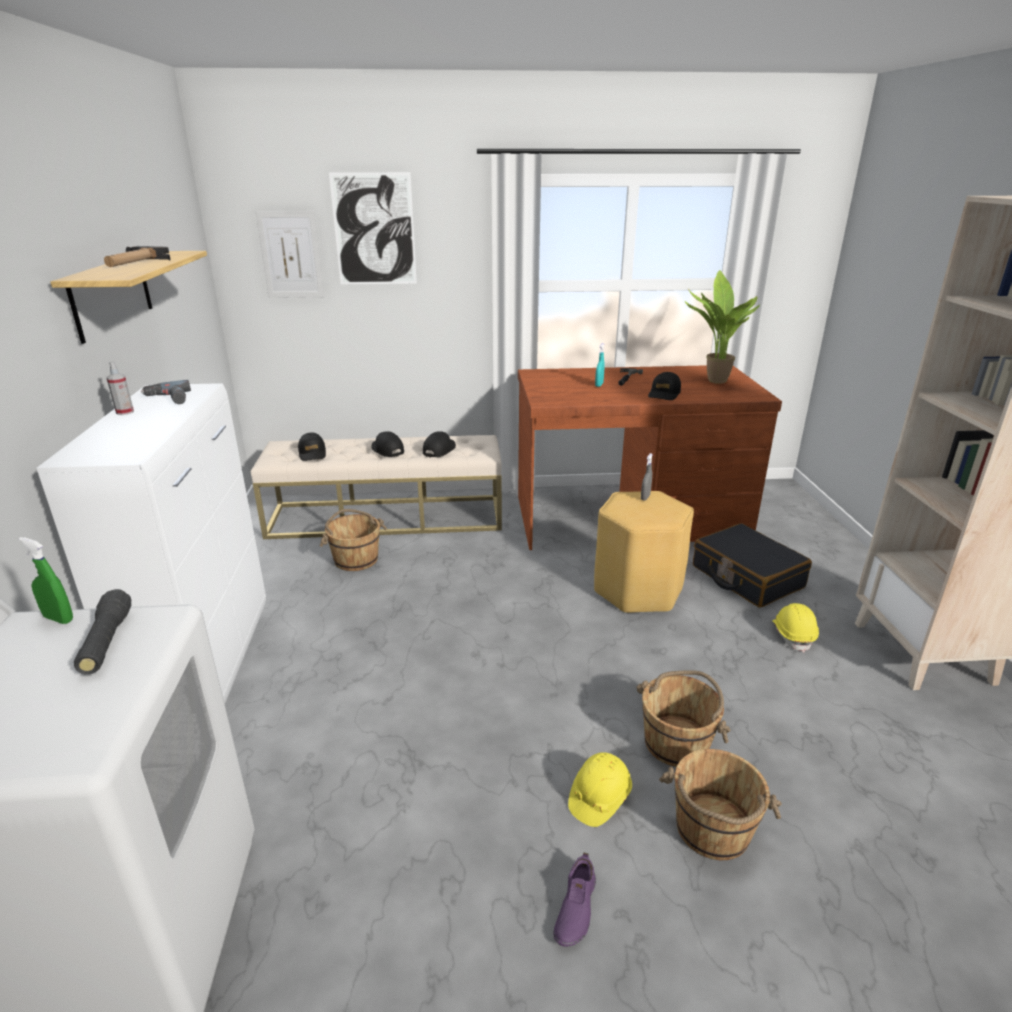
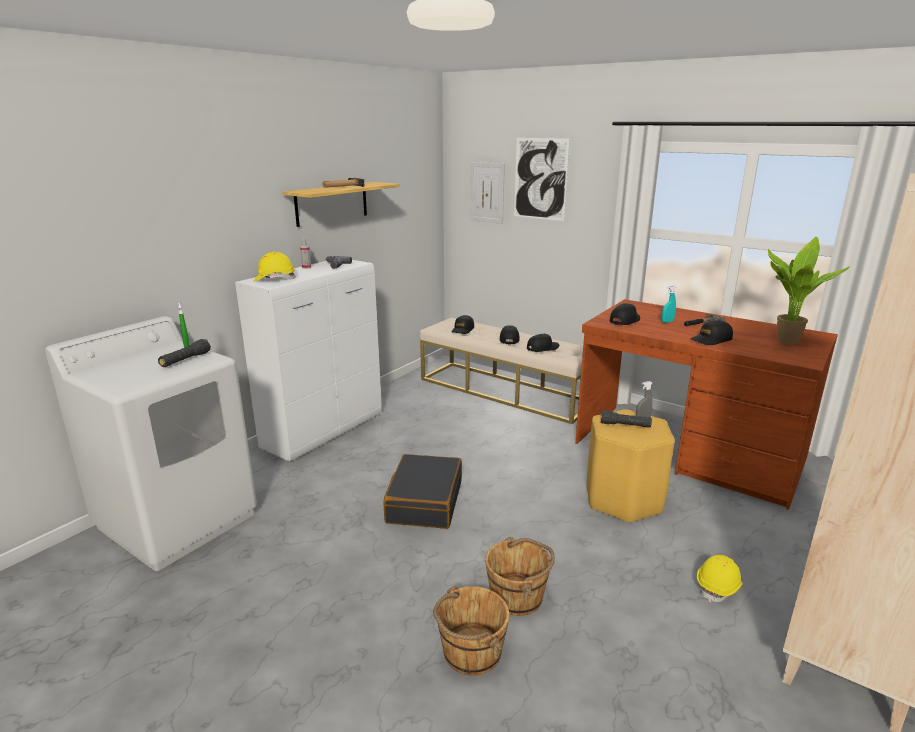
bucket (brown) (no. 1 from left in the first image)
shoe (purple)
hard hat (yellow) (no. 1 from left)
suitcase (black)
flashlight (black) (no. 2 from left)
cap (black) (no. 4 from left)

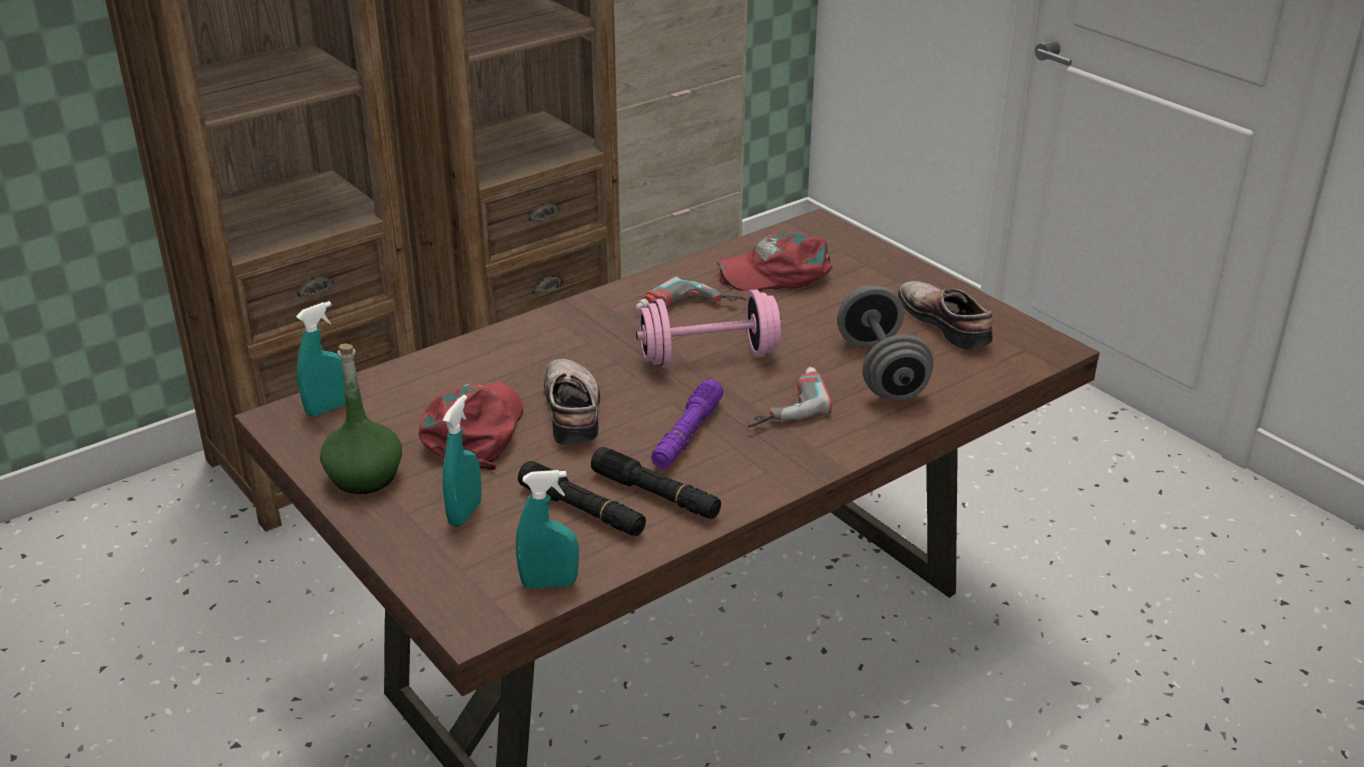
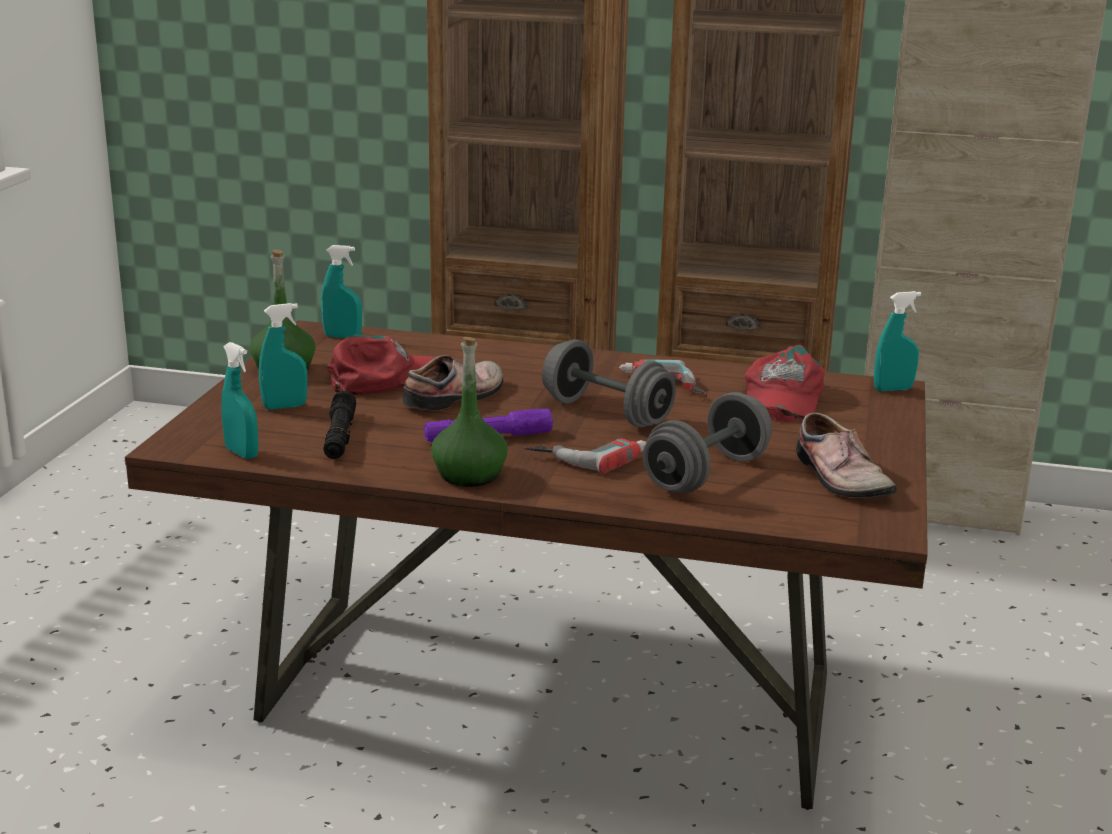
flashlight (black) (no. 2 from left in the first image)
dumbbell (grey) (no. 1 from left)
cap (red) (no. 2 from left)
shoe (no. 2 from left)
bottle (green) (no. 2 from left)
spray bottle (turquoise) (no. 4 from left)

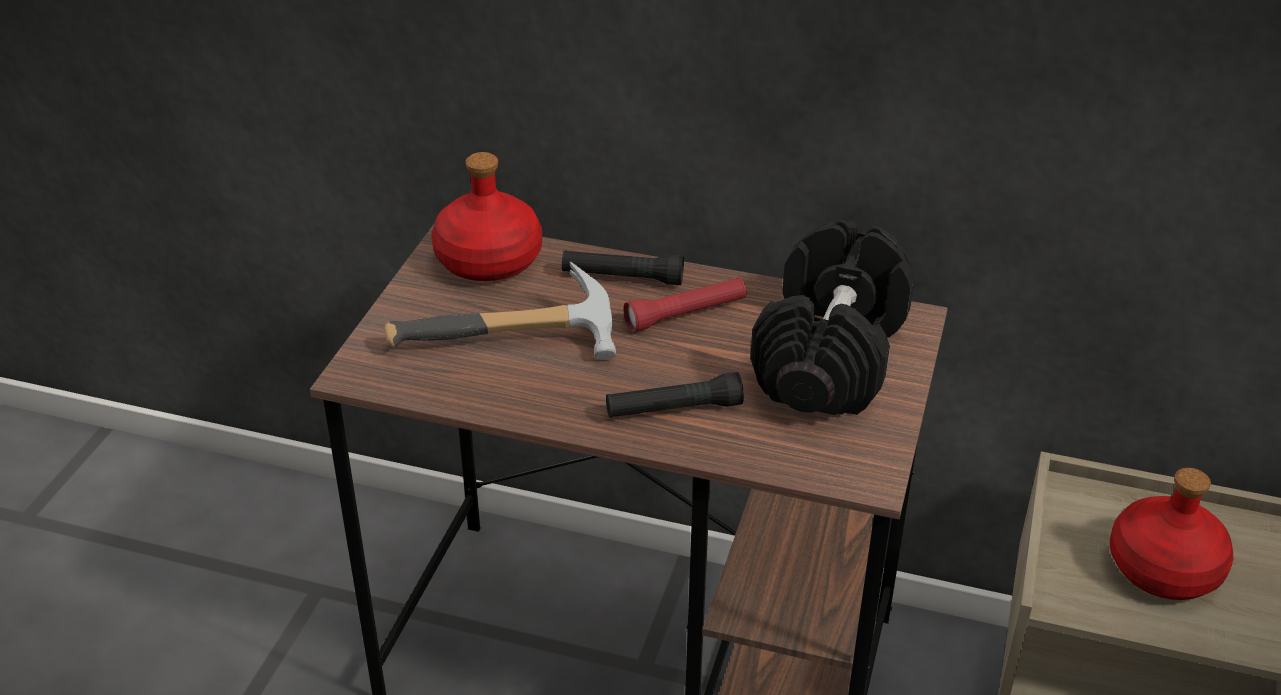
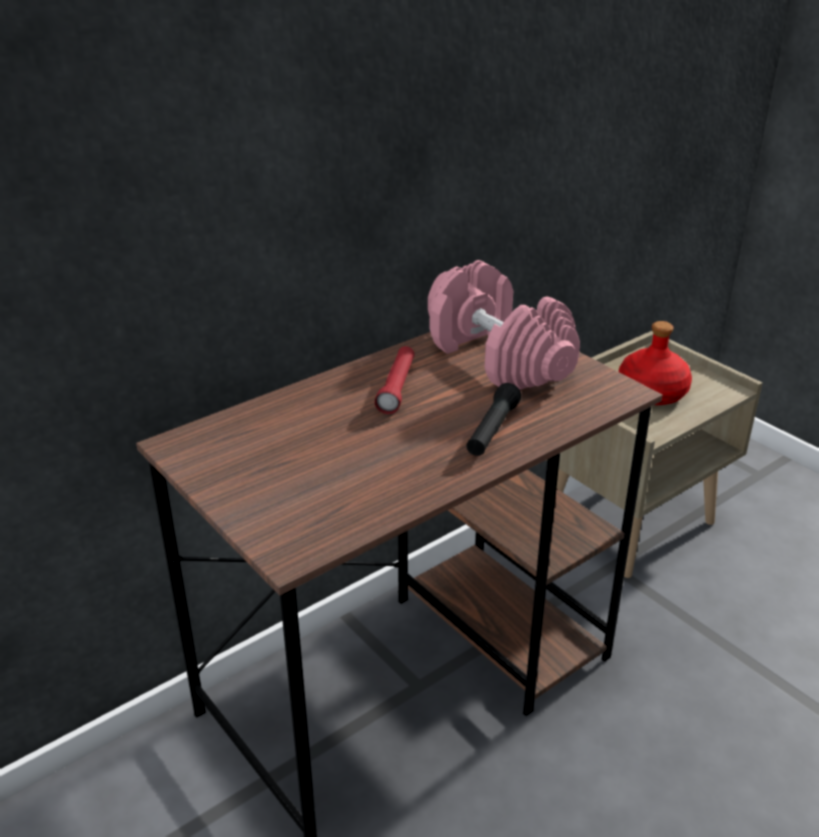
hammer
bottle (red) (no. 1 from left in the first image)
flashlight (black) (no. 1 from left in the first image)
dumbbell (pink)

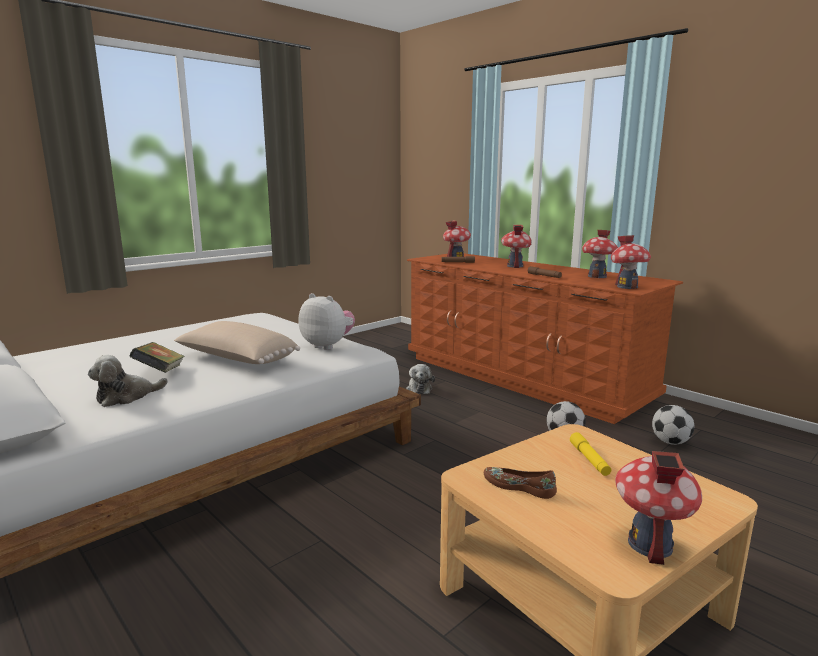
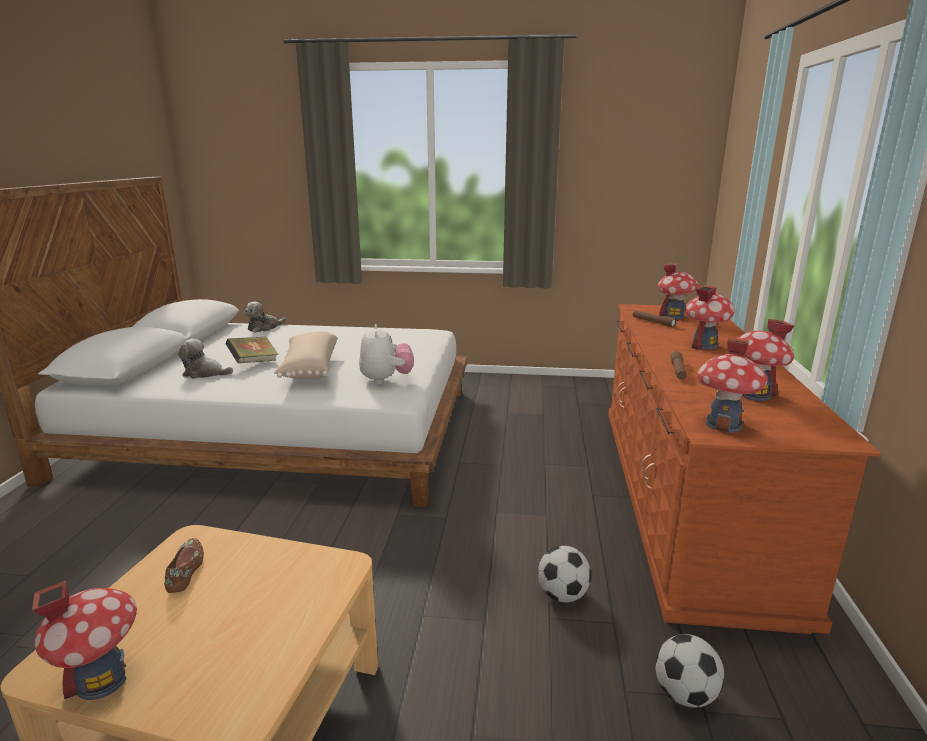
plush toy (no. 2 from left)
flashlight (yellow)

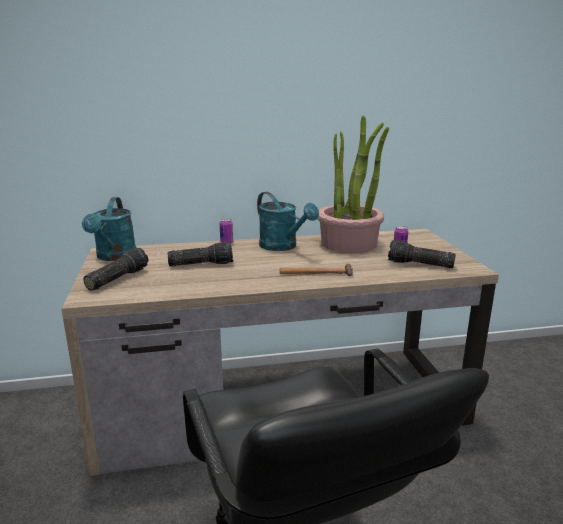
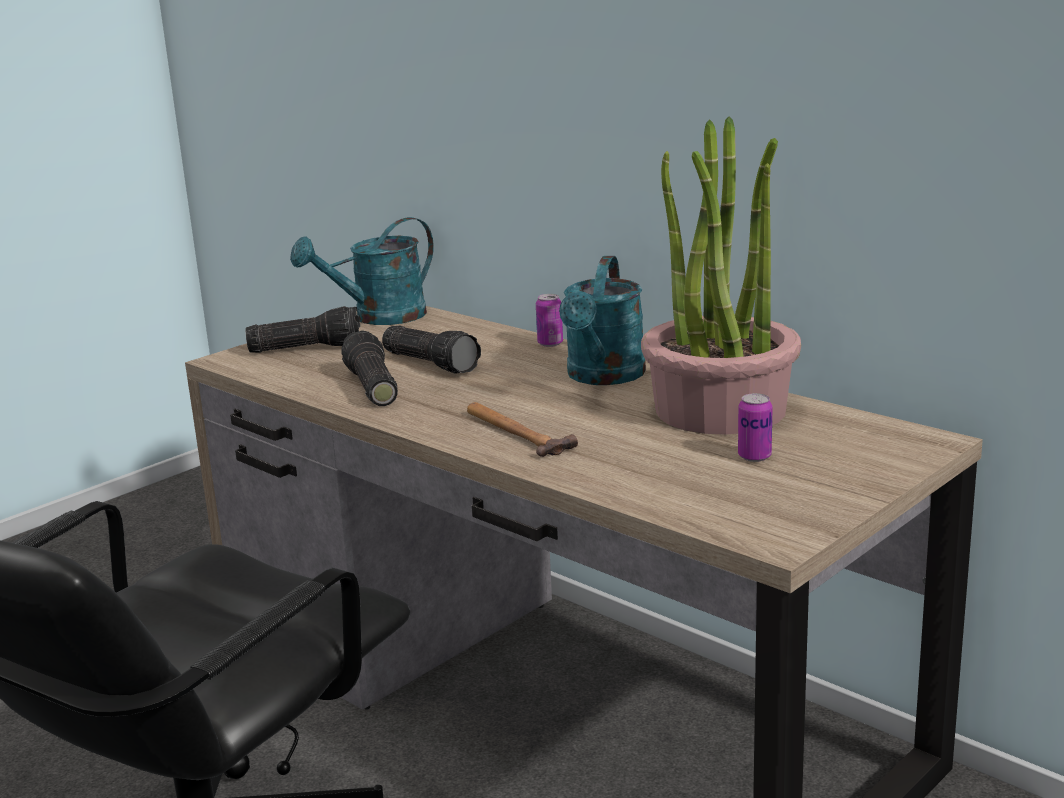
flashlight (no. 2 from left)

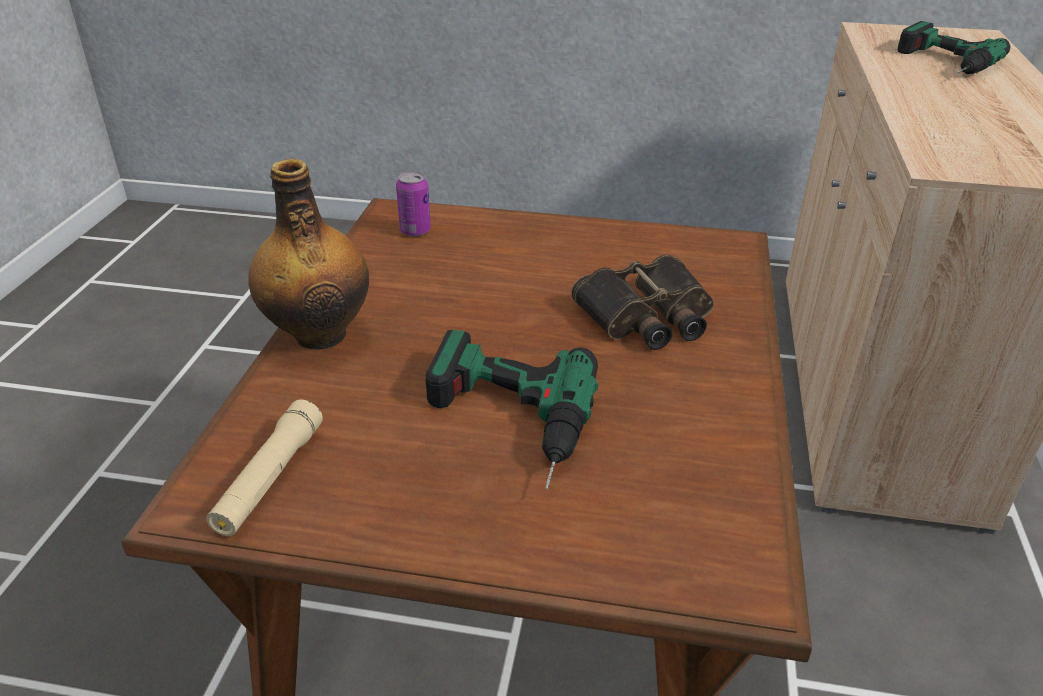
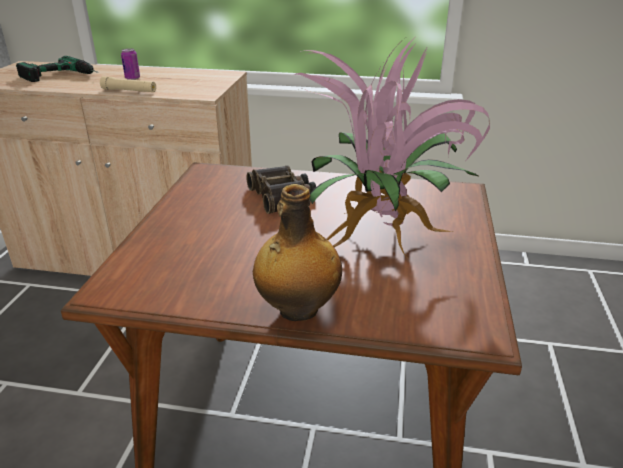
flashlight (beige)
can
potted plant

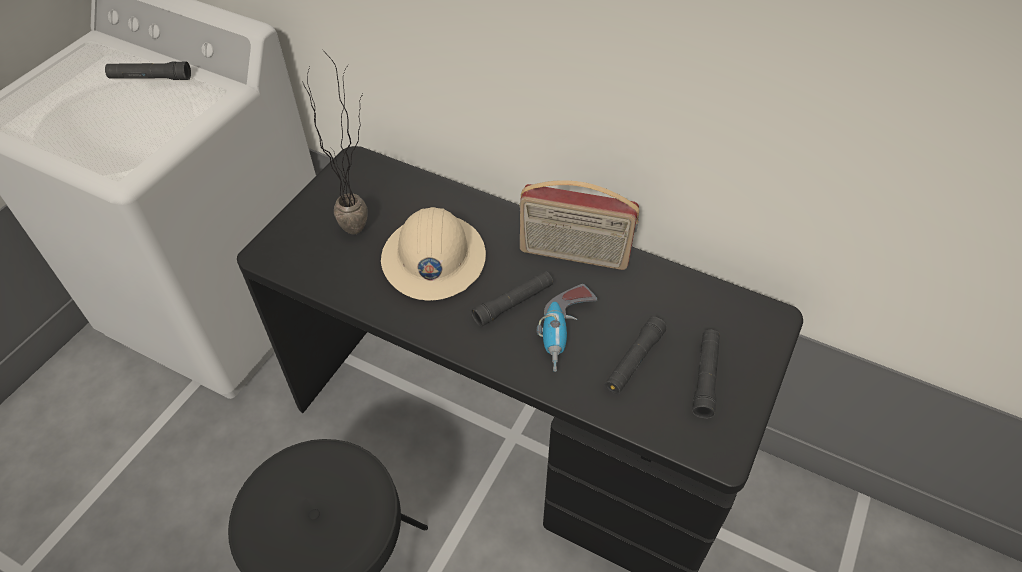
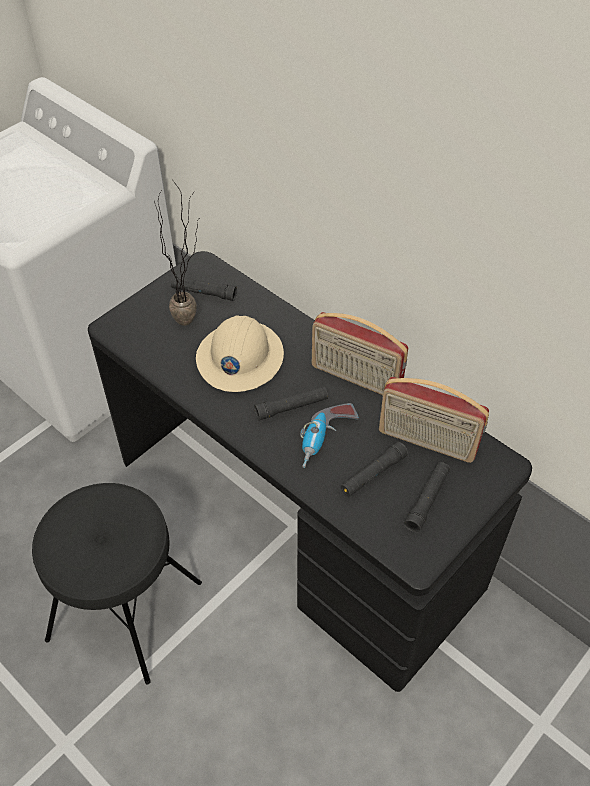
flashlight (black) (no. 1 from left)
radio (no. 2 from left)

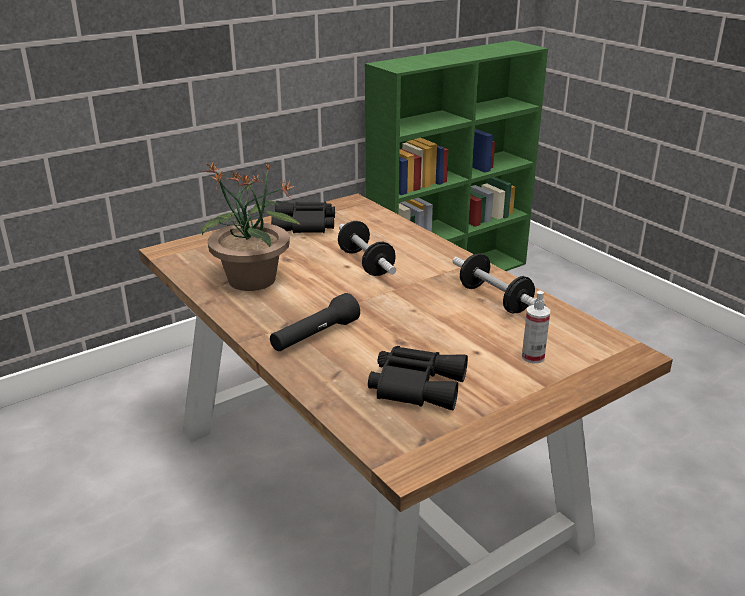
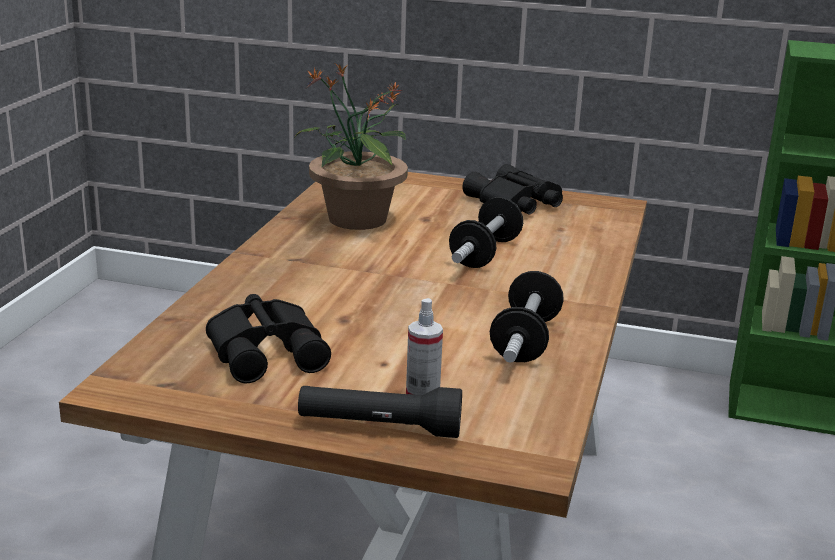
flashlight (black)

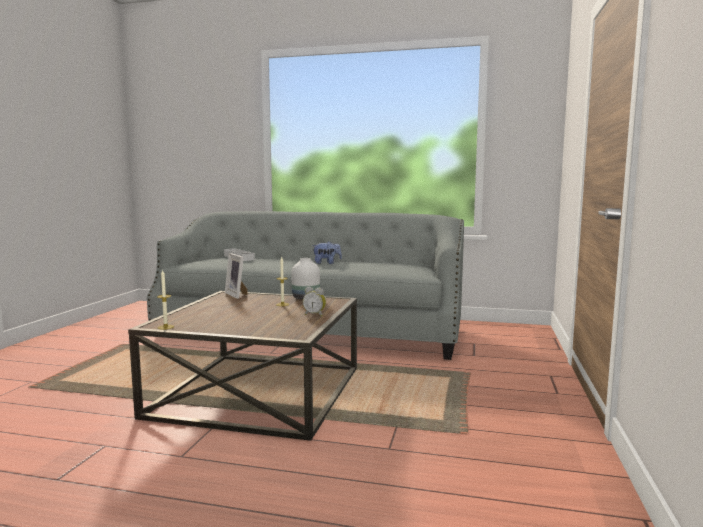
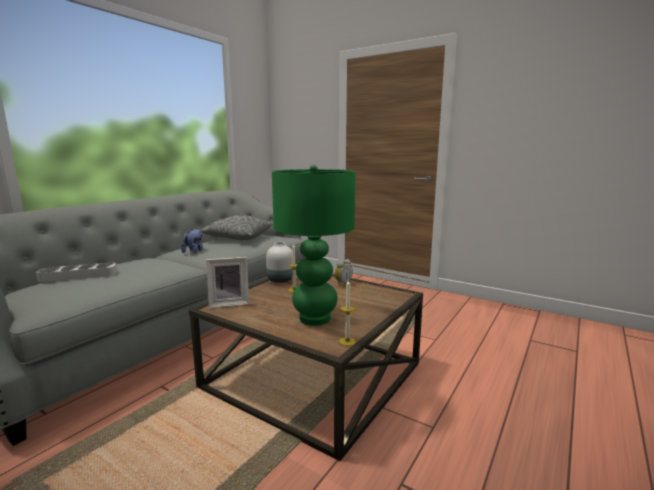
pillow (grey)
table lamp (green)

